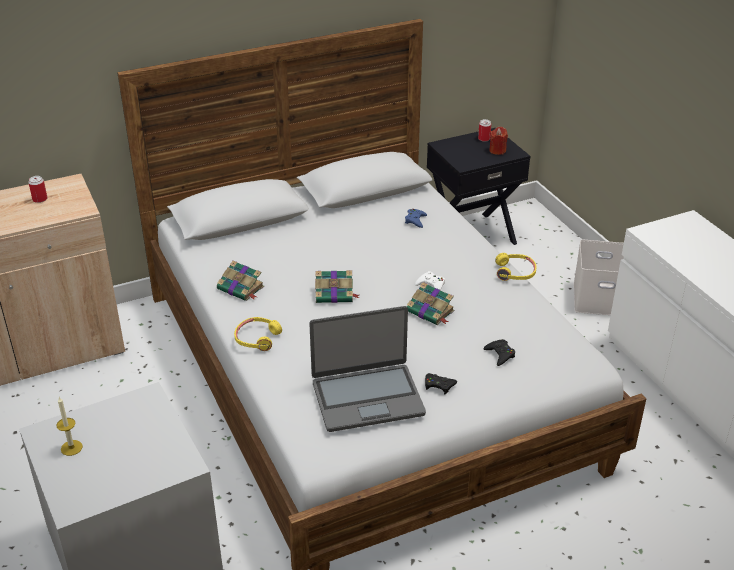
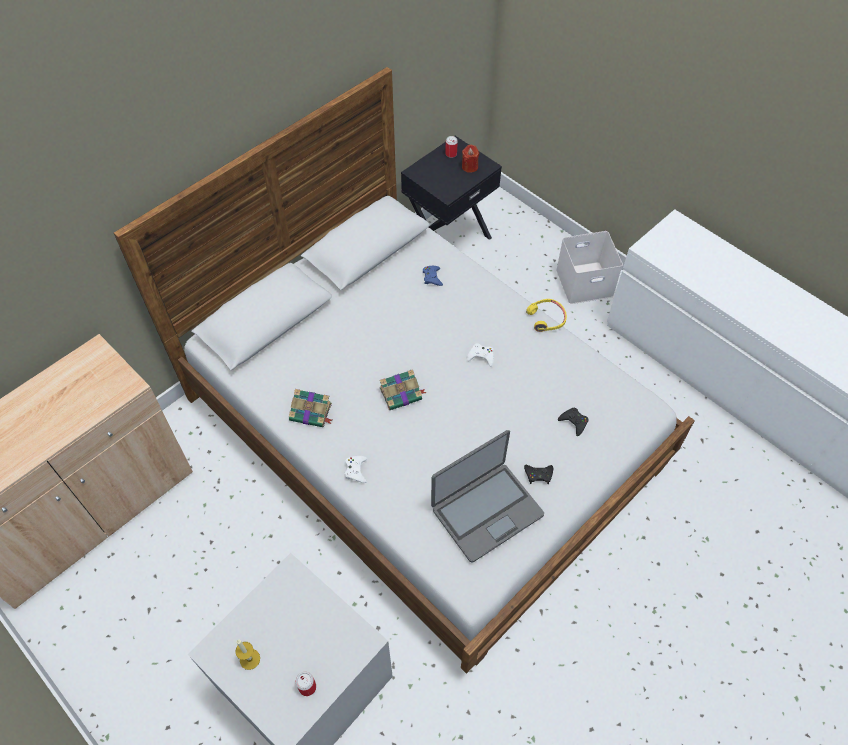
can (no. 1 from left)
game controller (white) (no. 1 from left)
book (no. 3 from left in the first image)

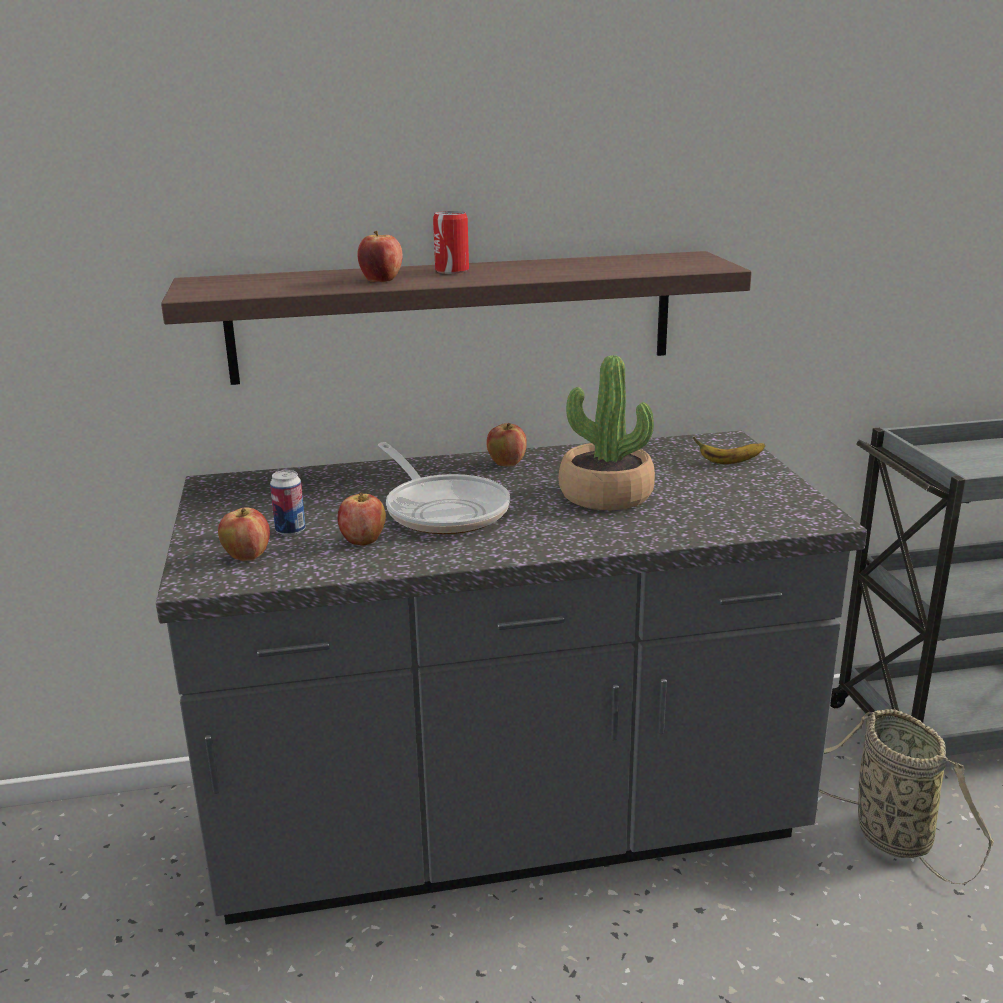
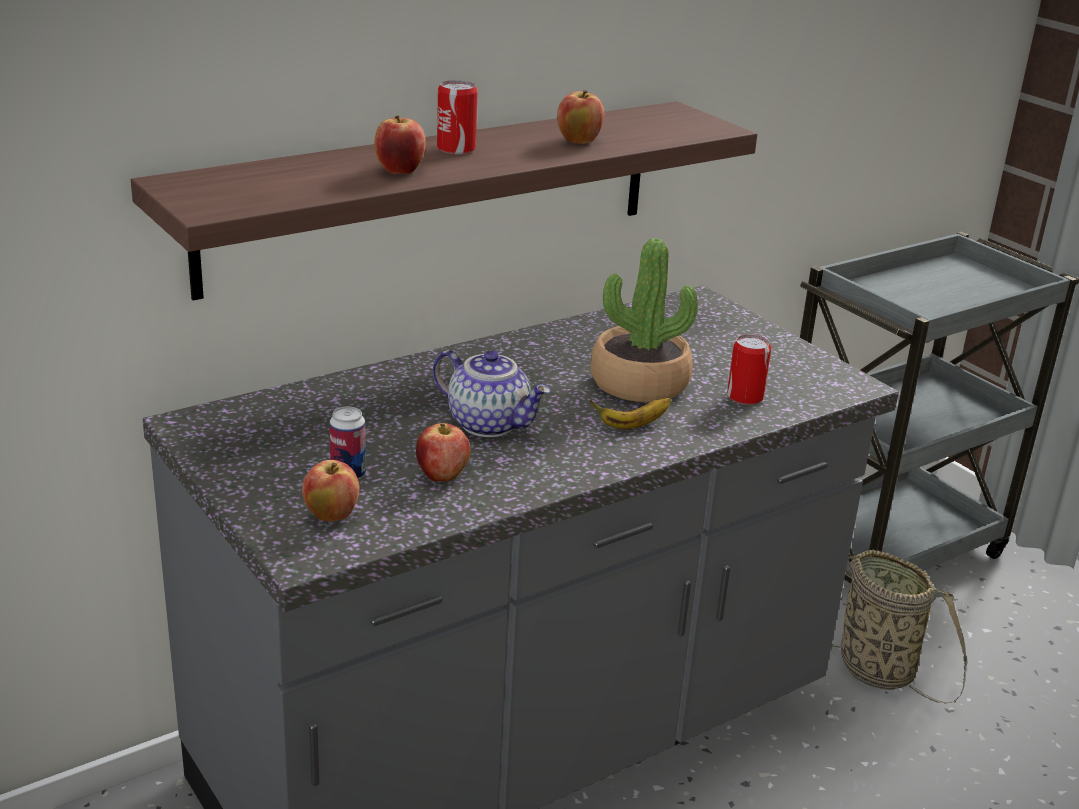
teapot
apple (no. 4 from left)
banana
can (no. 3 from left)

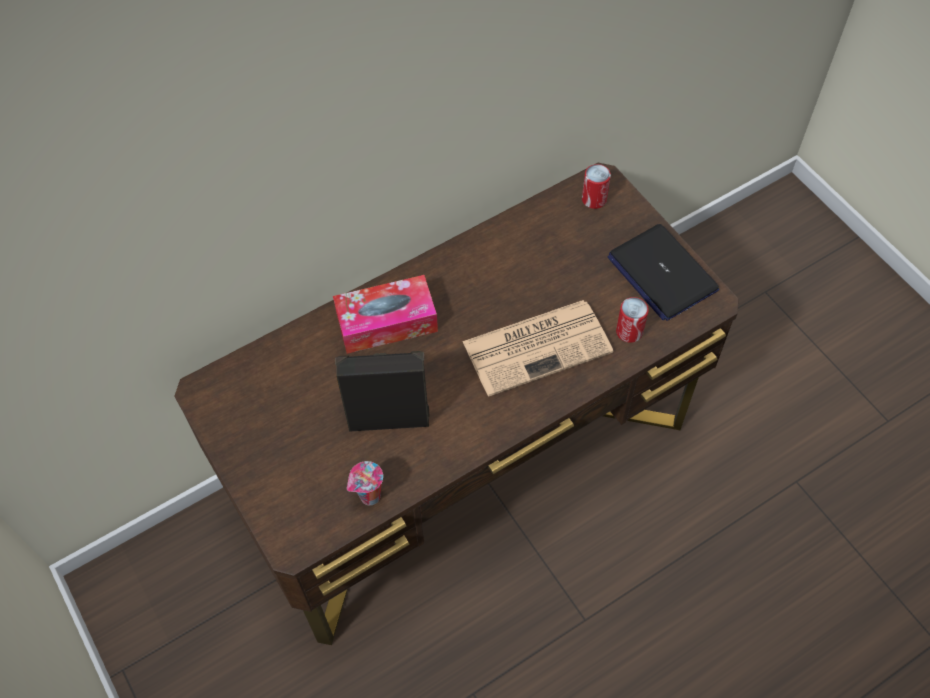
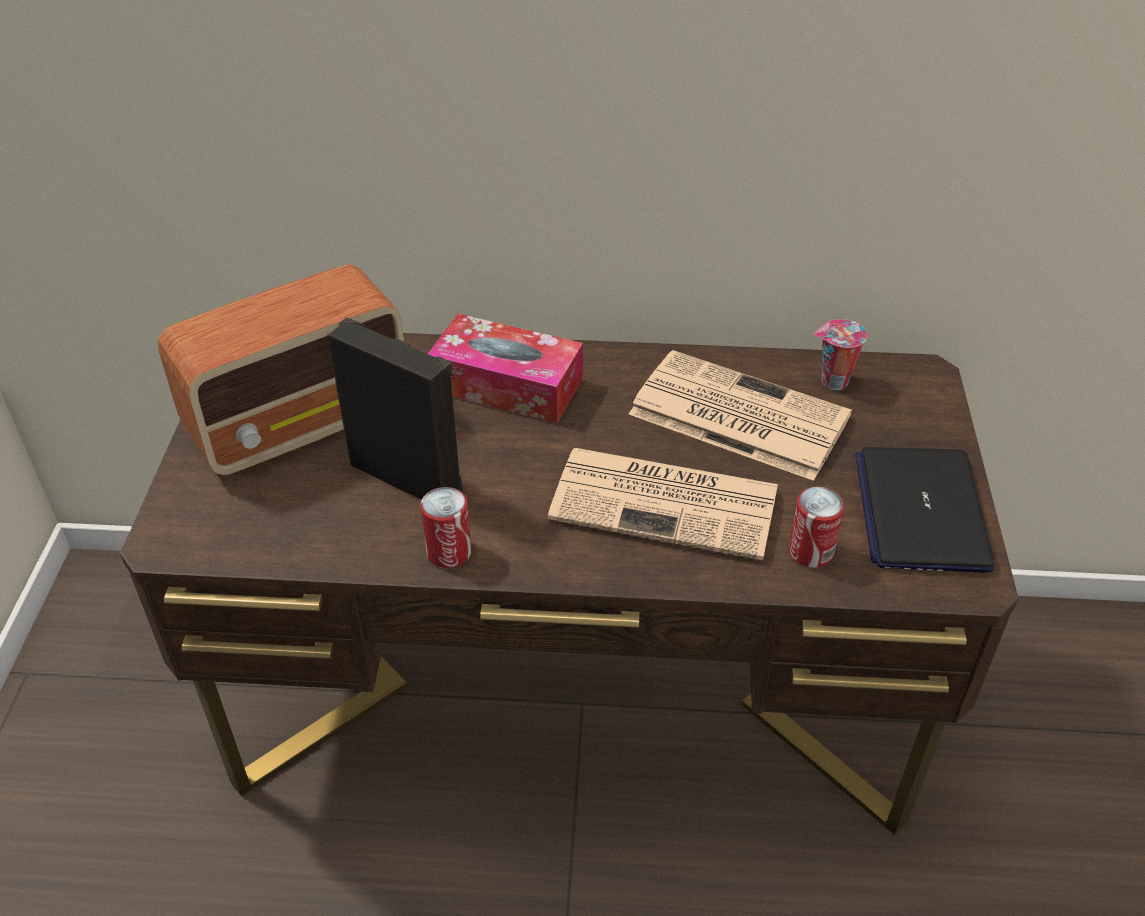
cup
can (no. 1 from left)
radio
newspaper (no. 2 from left)

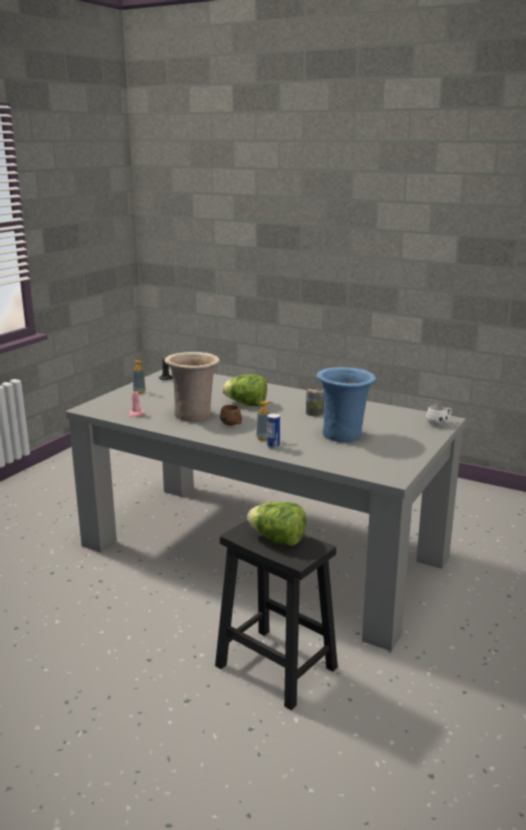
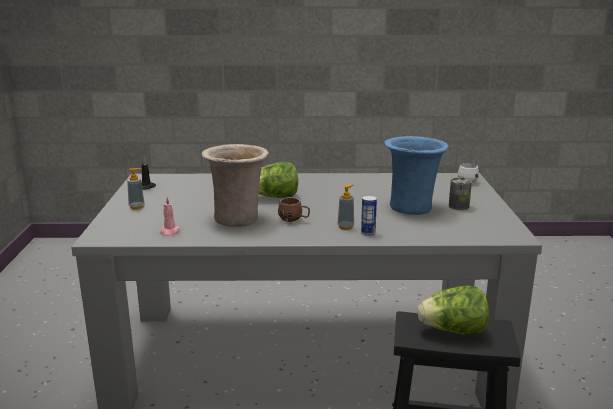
can (no. 2 from left)

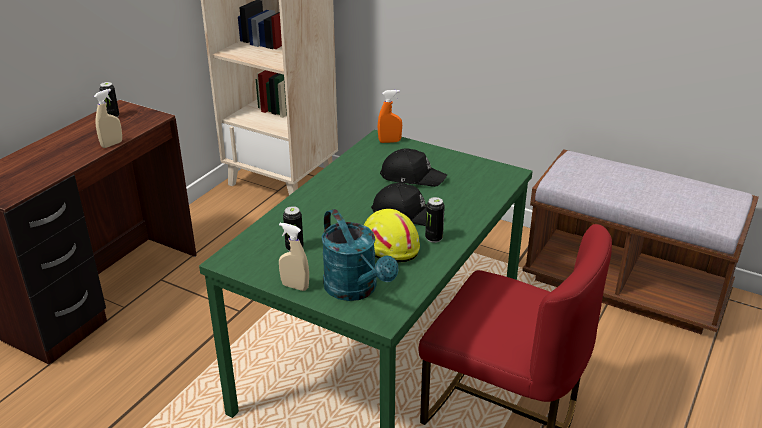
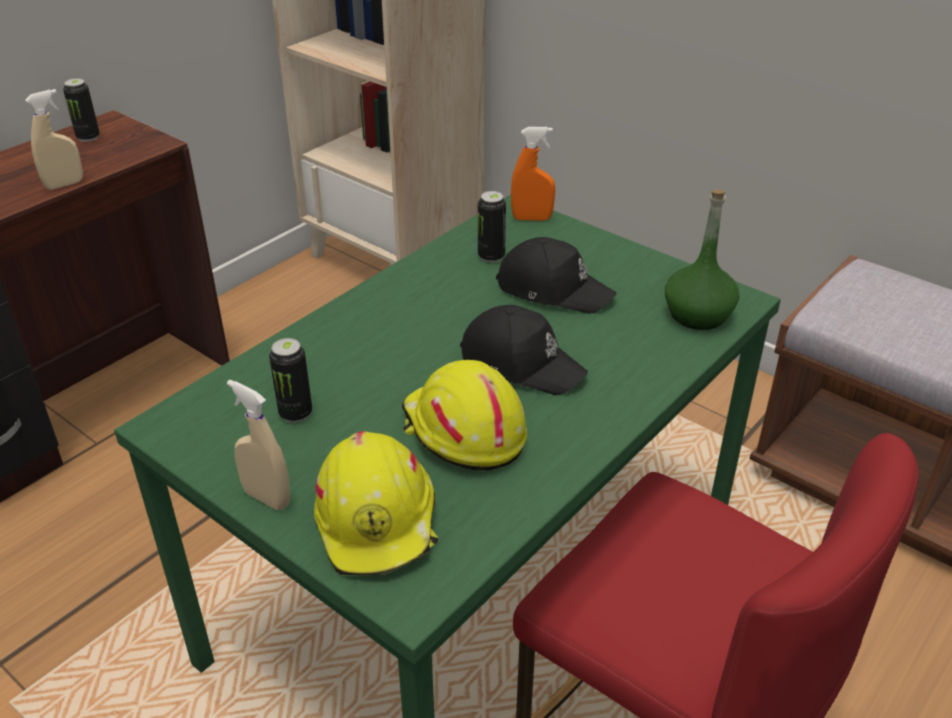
hard hat (yellow) (no. 1 from left)
can (no. 3 from left)
bottle (green)

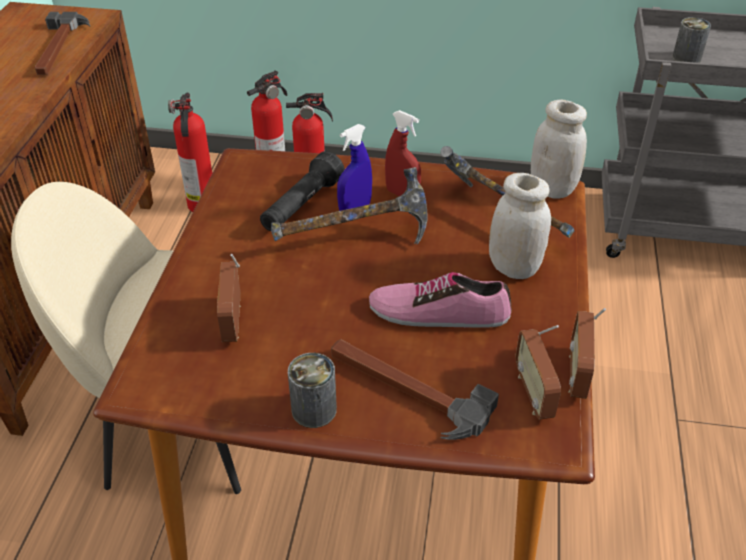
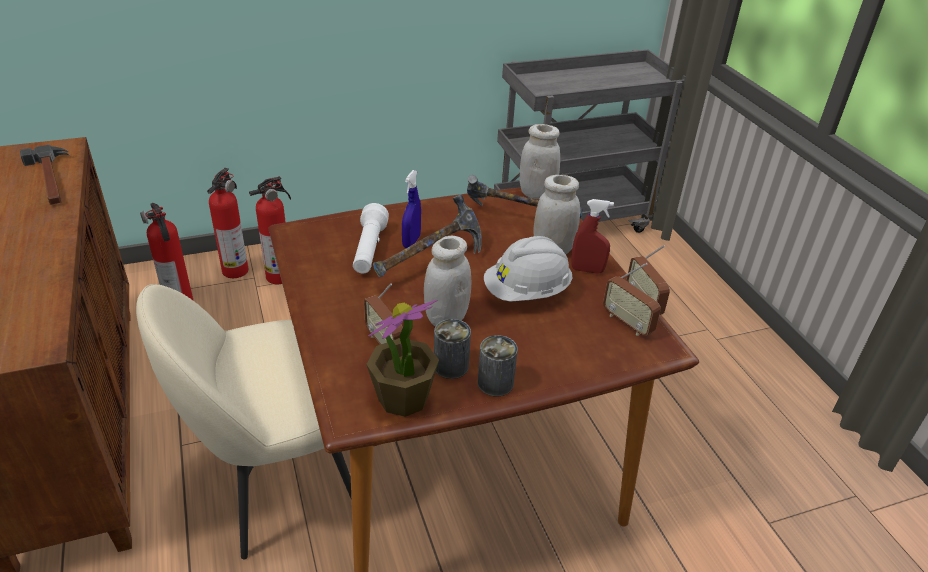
flashlight (white)
hammer (no. 3 from left in the first image)
hard hat (white)
spray bottle (red)
can (no. 1 from left)
potted plant
jar (white) (no. 1 from left)

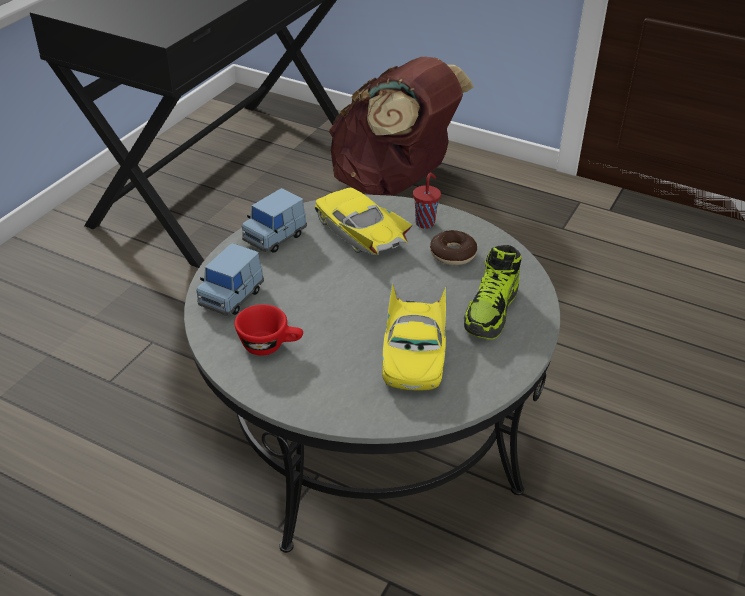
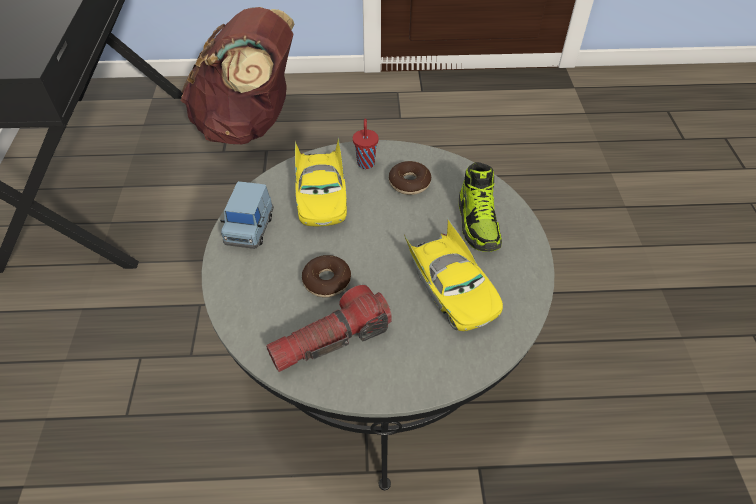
toy car (blue) (no. 1 from left in the first image)
flashlight
toy car (yellow) (no. 1 from left)
donut (no. 1 from left)

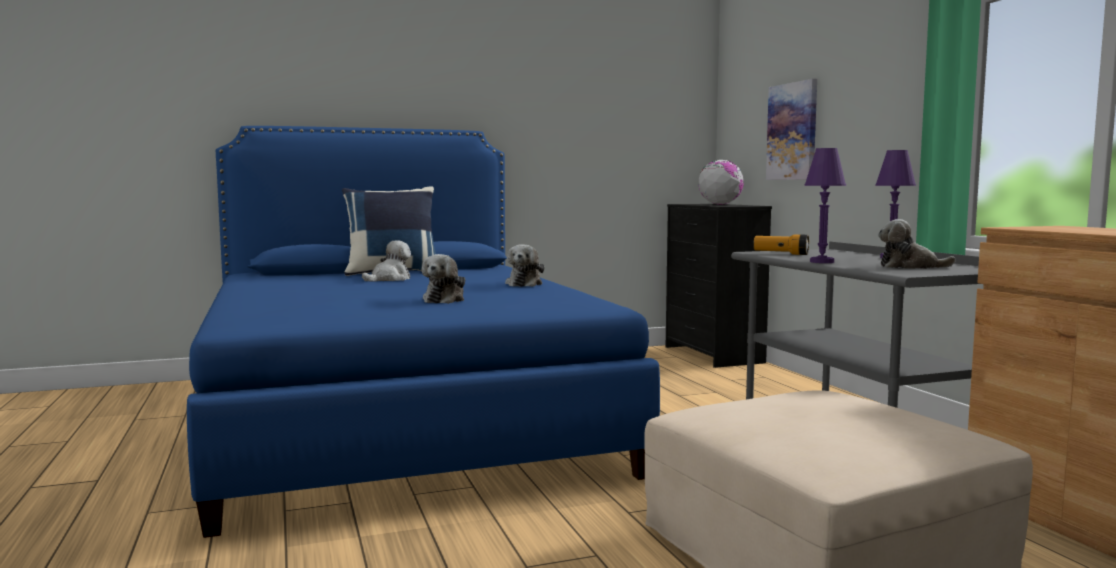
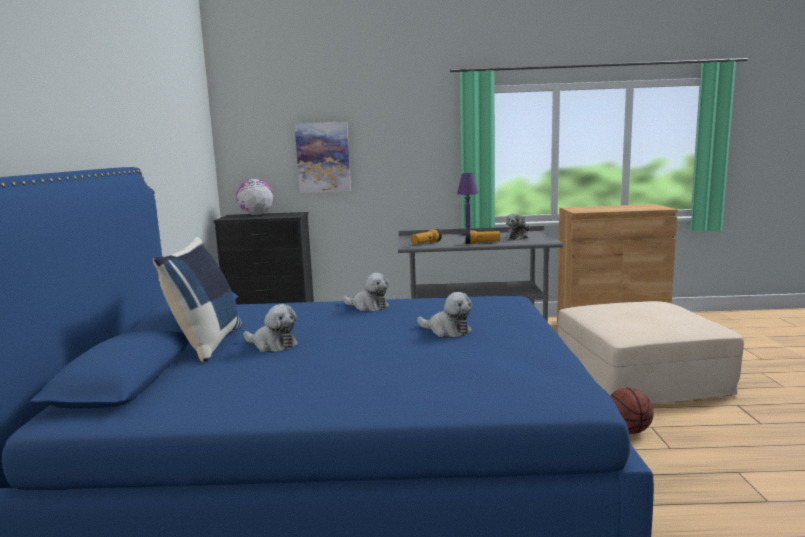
plush toy (no. 1 from left)
flashlight (no. 2 from left)
basketball

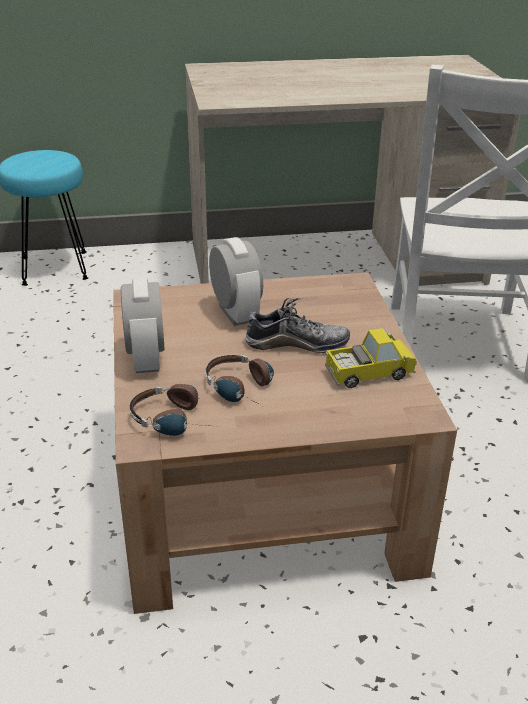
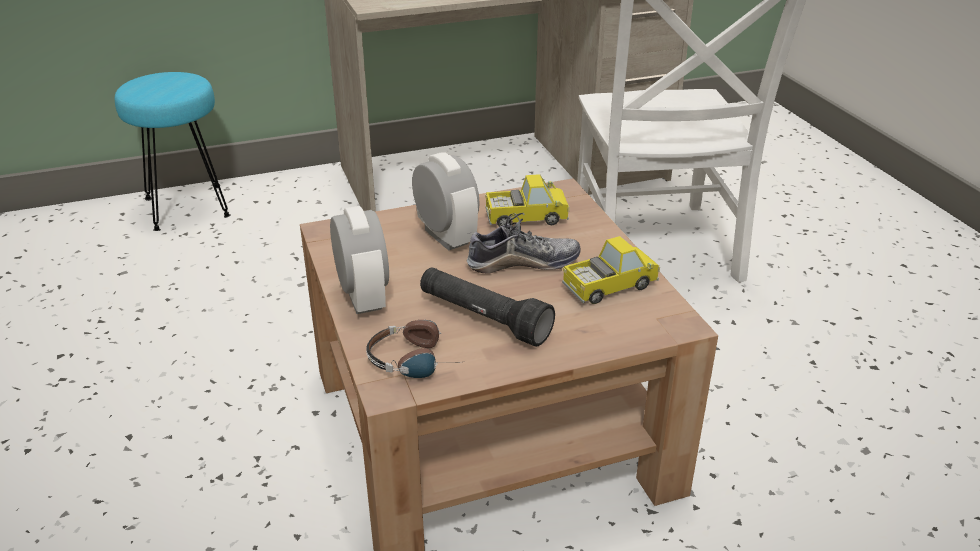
flashlight (black)
toy truck (no. 1 from left)

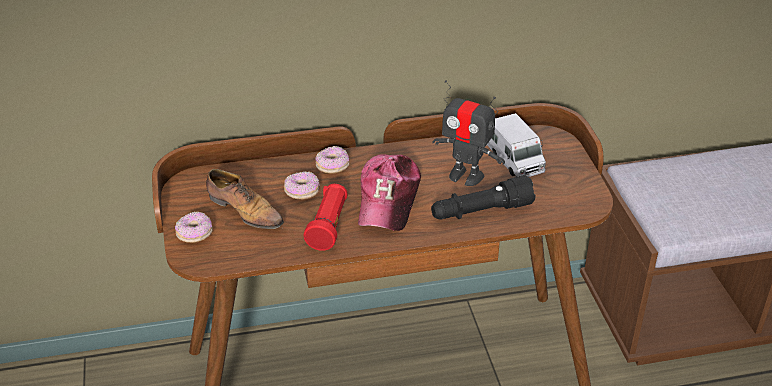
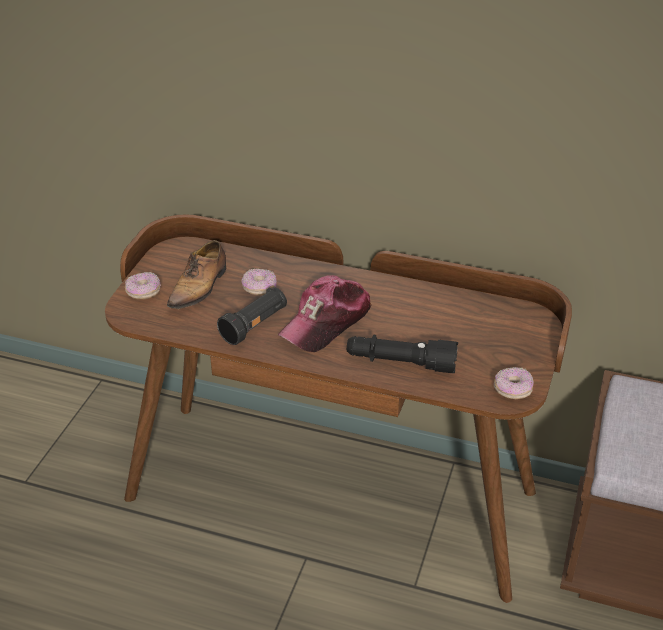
shoe
flashlight (black) (no. 1 from left)
donut (no. 3 from left)
toy robot
toy truck

